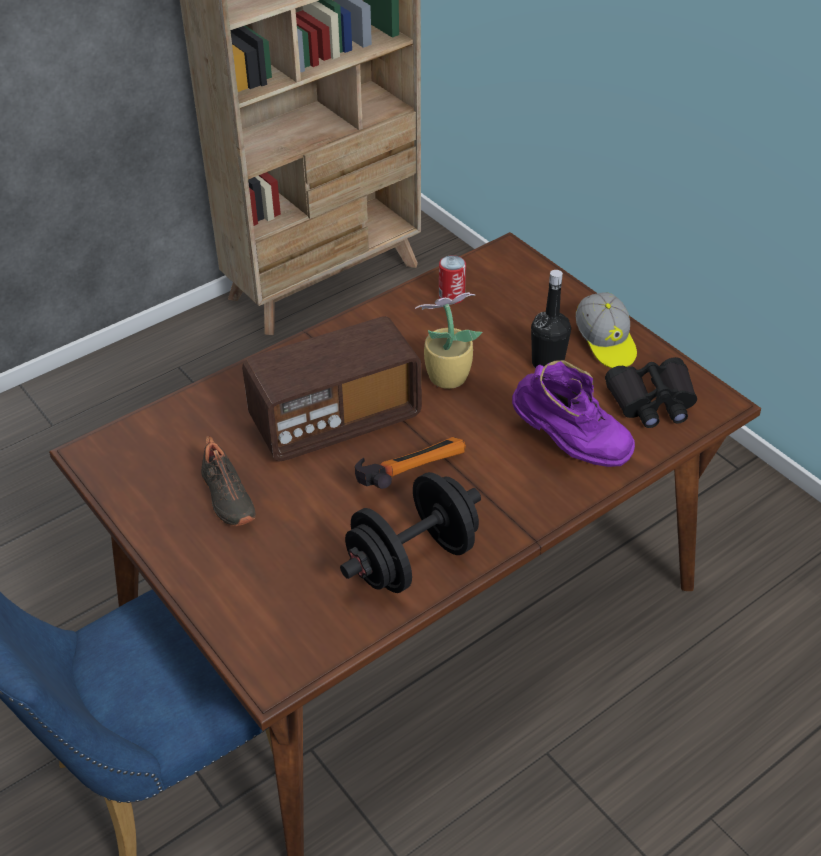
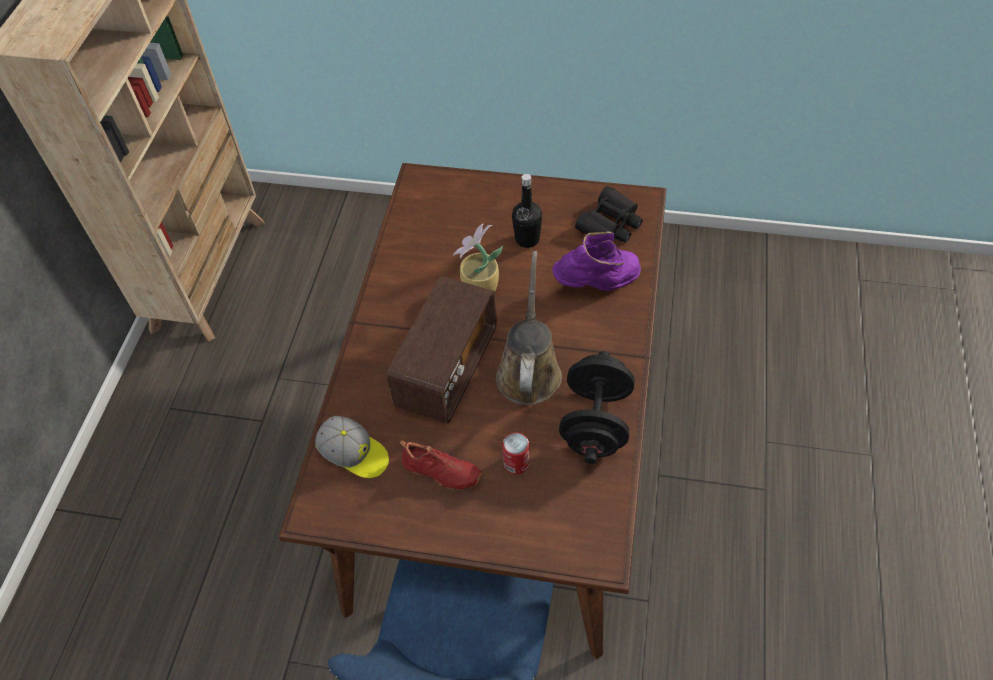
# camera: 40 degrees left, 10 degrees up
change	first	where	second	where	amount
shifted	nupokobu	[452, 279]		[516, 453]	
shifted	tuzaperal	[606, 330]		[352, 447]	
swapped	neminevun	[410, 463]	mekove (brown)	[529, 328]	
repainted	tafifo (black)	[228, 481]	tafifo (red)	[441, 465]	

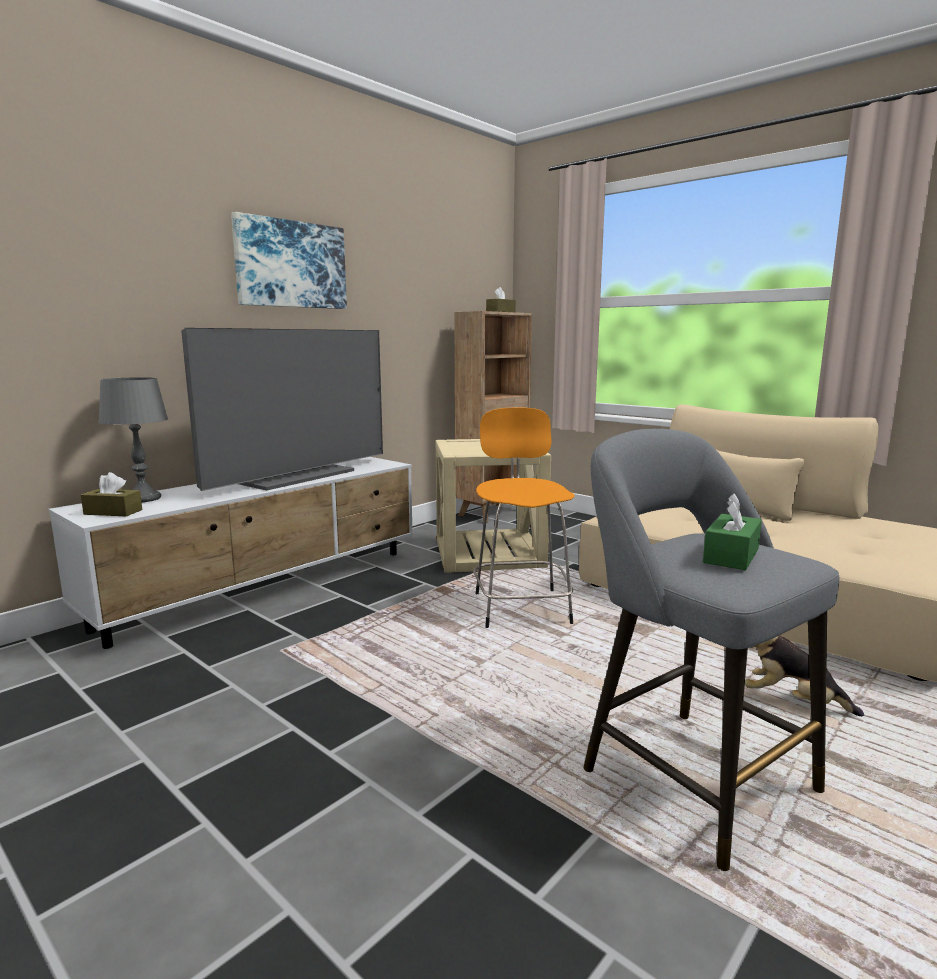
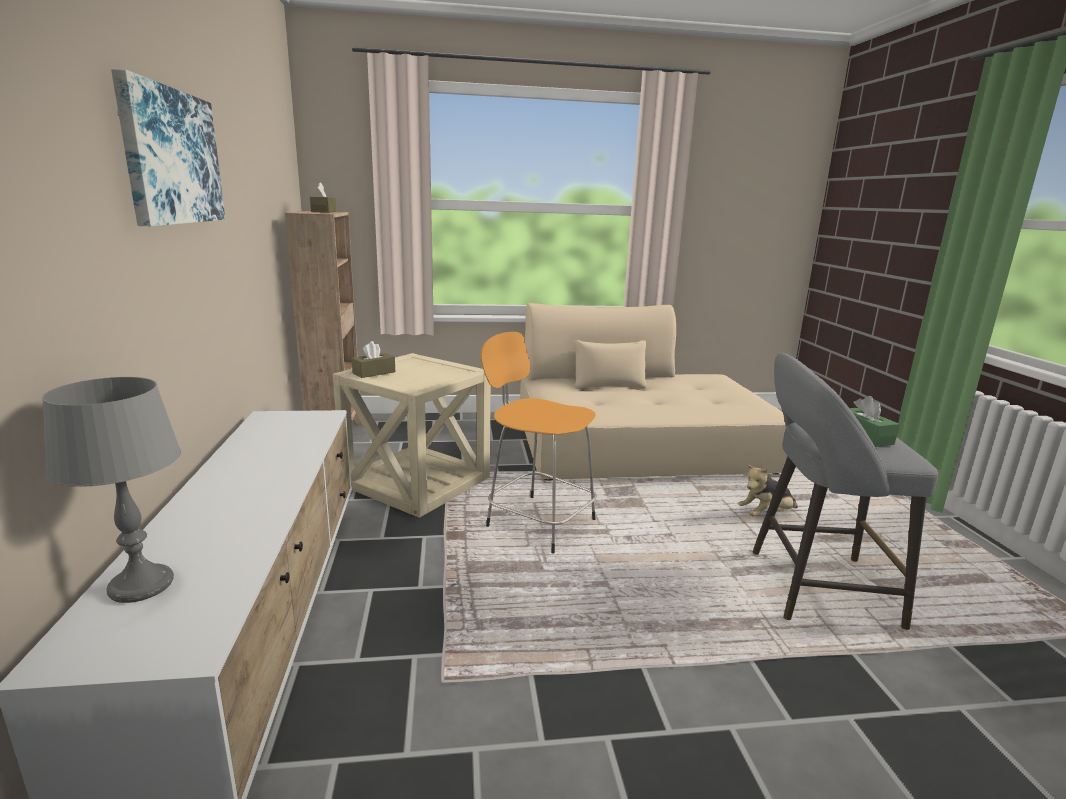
# camera: 50 degrees left, 5 degrees up
change	first	where	second	where	amount
gone	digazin	[282, 409]			
shifted	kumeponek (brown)	[111, 494]		[373, 359]	

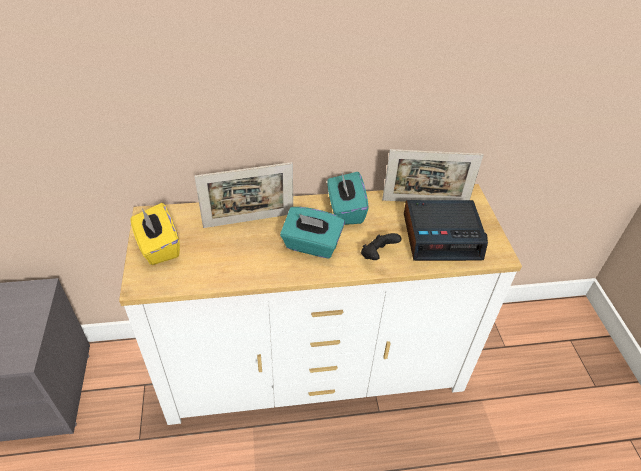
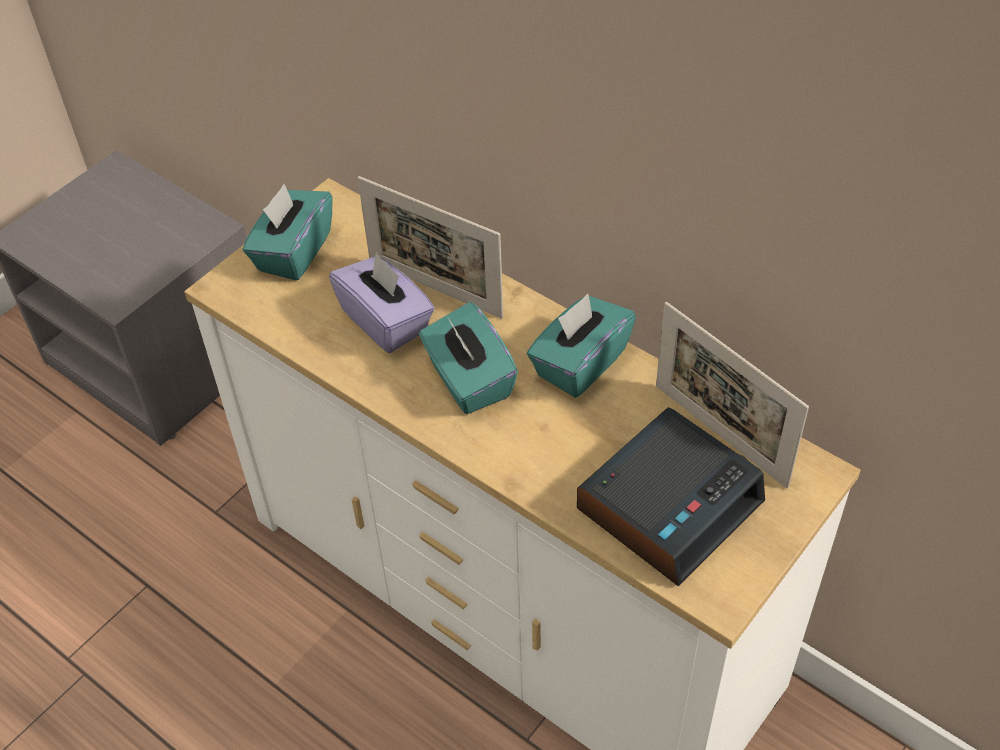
# camera: 50 degrees right, 5 degrees up
change	first	where	second	where	amount
gone	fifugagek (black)	[381, 246]			
new			kumeponek (purple)	[382, 302]	
repainted	kumeponek (yellow)	[155, 234]	kumeponek (turquoise)	[287, 232]	
rotated	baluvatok	[446, 230]		[671, 496]	90 degrees counterclockwise

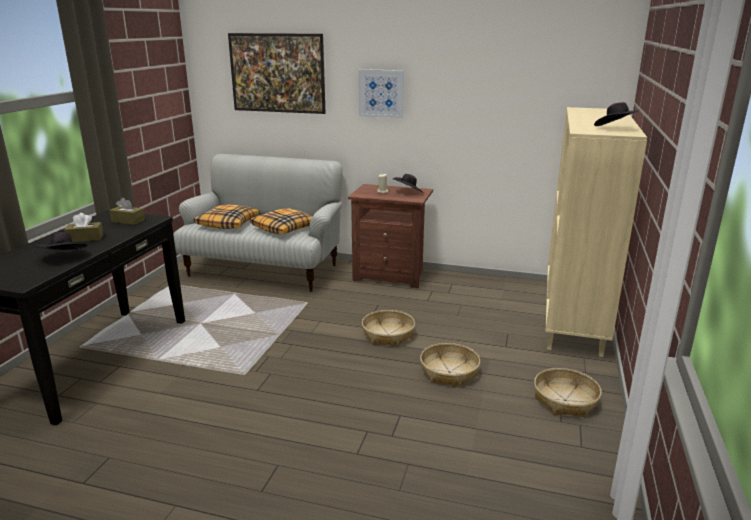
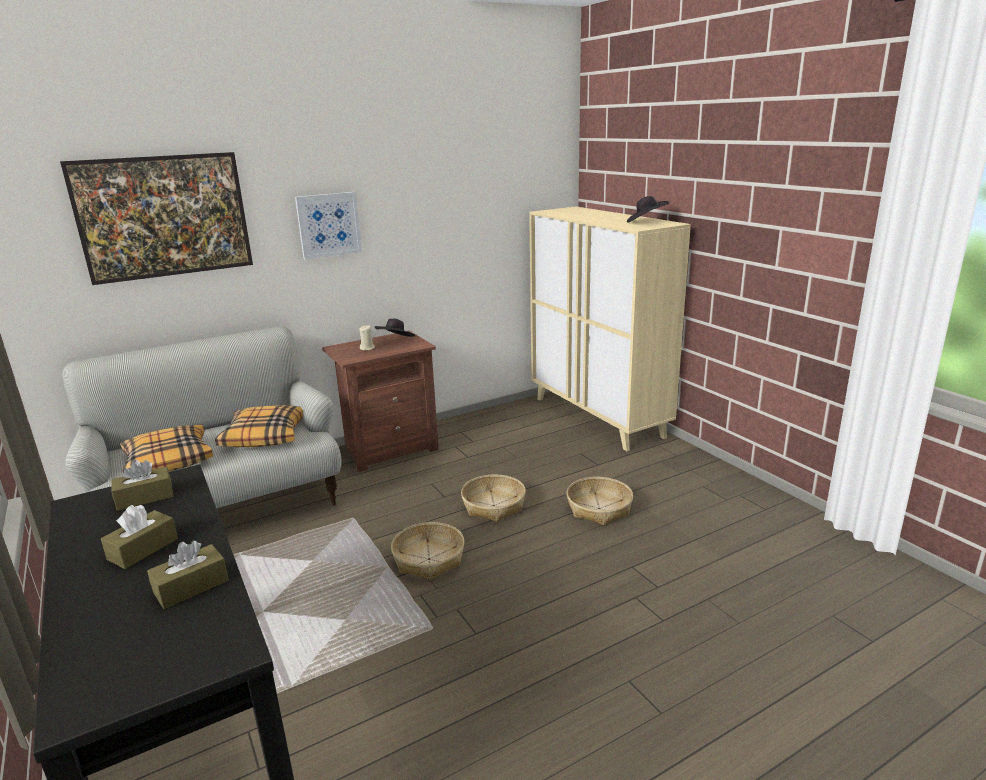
# camera: 45 degrees left, 0 degrees up
change	first	where	second	where	amount
shifted	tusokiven	[568, 392]		[427, 551]	
swapped	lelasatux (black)	[60, 241]	kumeponek (brown)	[188, 575]	

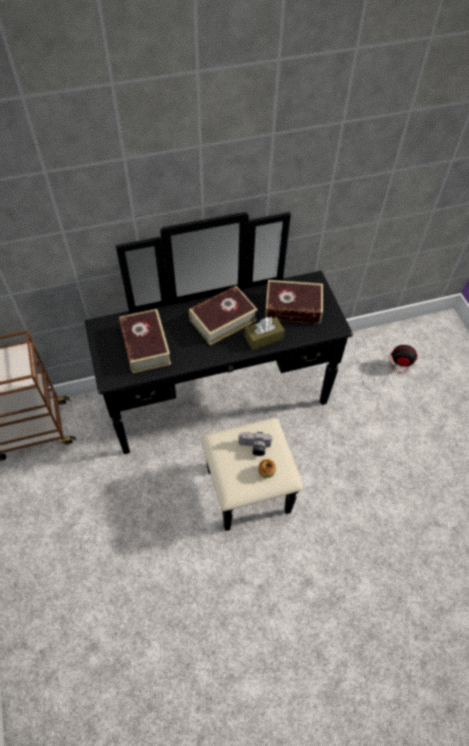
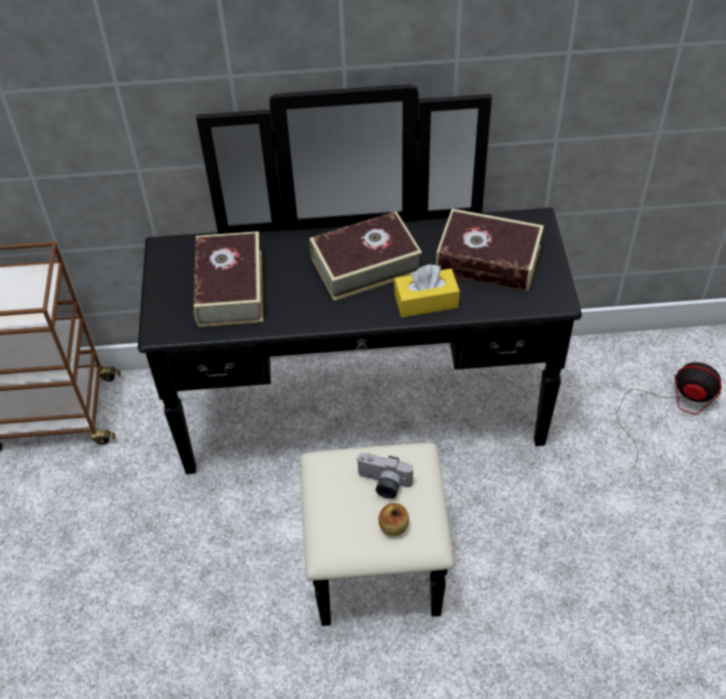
# camera: 15 degrees right, 5 degrees down
change	first	where	second	where	amount
repainted	kumeponek (brown)	[265, 333]	kumeponek (yellow)	[427, 290]	

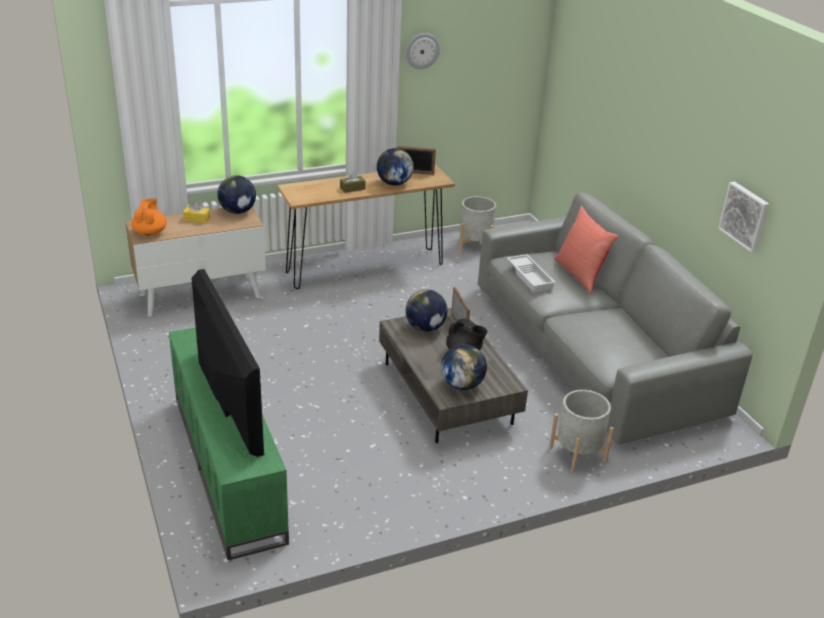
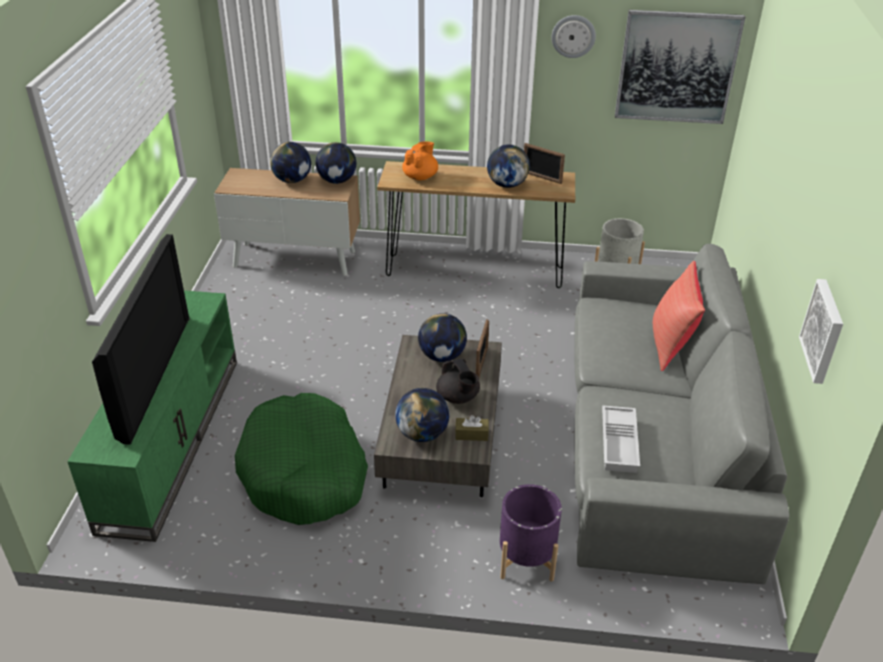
# camera: 30 degrees right, 5 degrees up
change	first	where	second	where	amount
new			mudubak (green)	[301, 459]	
new			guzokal	[680, 67]	
shifted	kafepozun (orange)	[149, 217]		[420, 160]	
shifted	kumeponek (brown)	[353, 182]		[472, 428]	
shifted	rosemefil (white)	[531, 273]		[621, 439]	
swapped	kumeponek (yellow)	[196, 212]	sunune	[290, 162]	
repainted	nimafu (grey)	[581, 431]	nimafu (purple)	[531, 533]	

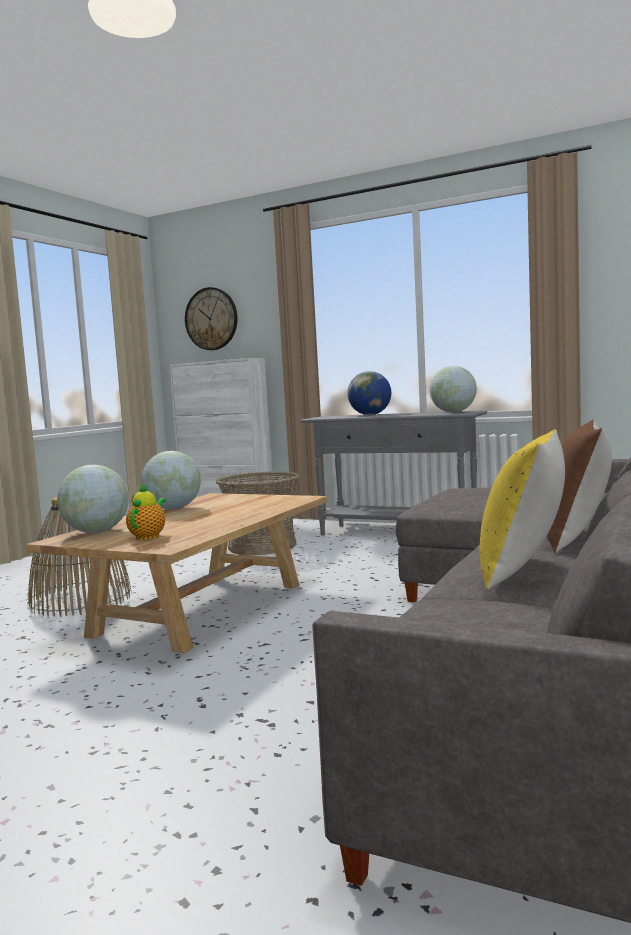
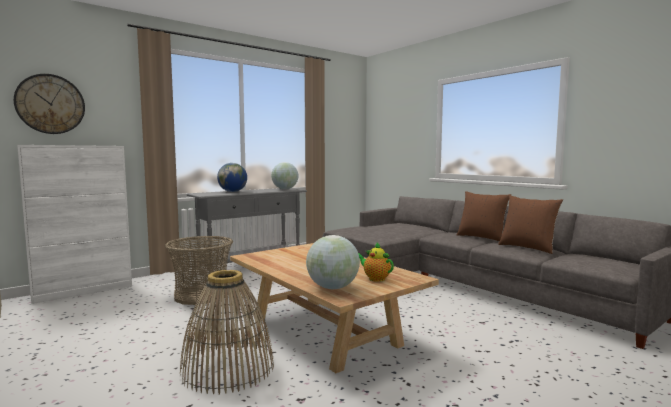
# camera: 65 degrees left, 0 degrees up
change	first	where	second	where	amount
gone	sunune	[171, 480]			
repainted	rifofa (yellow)	[522, 510]	rifofa (brown)	[530, 224]	

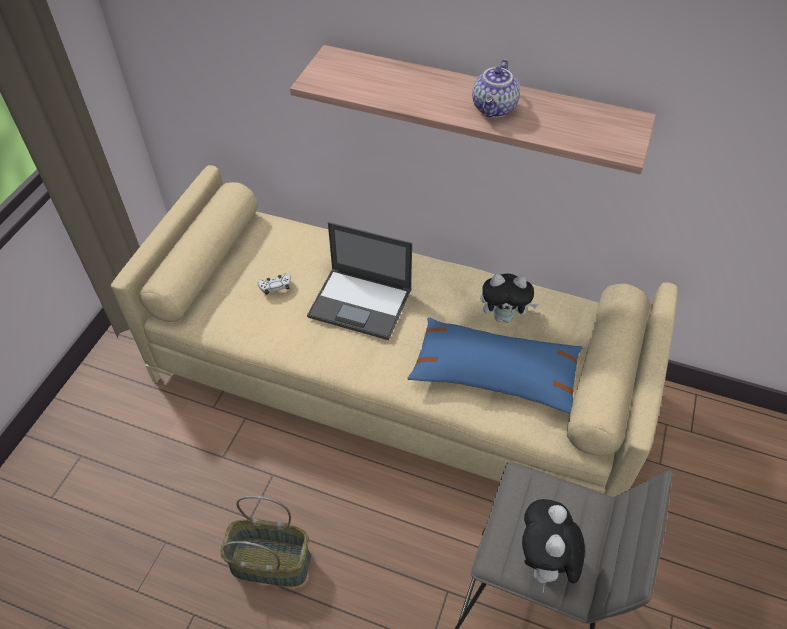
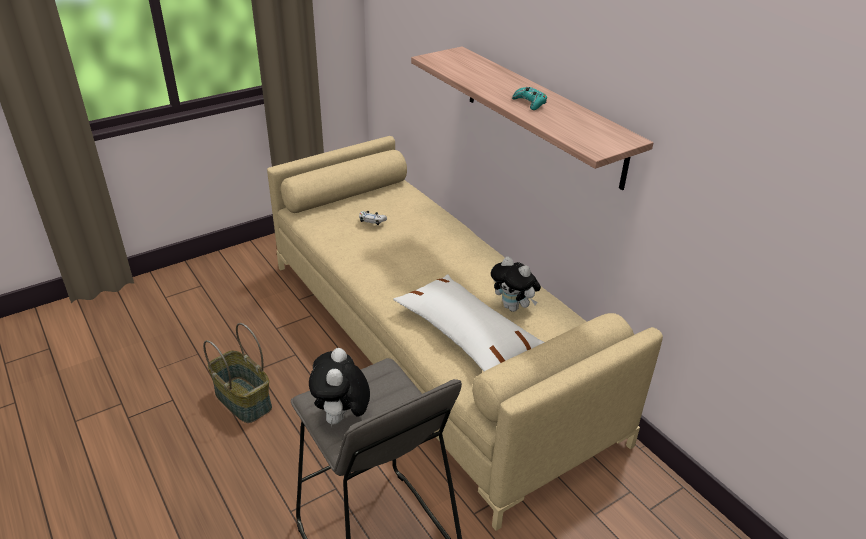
# camera: 35 degrees right, 15 degrees down
change	first	where	second	where	amount
gone	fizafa	[359, 281]			
swapped	kafepozun	[496, 88]	fifugagek (turquoise)	[529, 98]	
repainted	rifofa (blue)	[495, 365]	rifofa (white)	[468, 322]	
rotated	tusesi	[553, 546]		[339, 387]	45 degrees counterclockwise

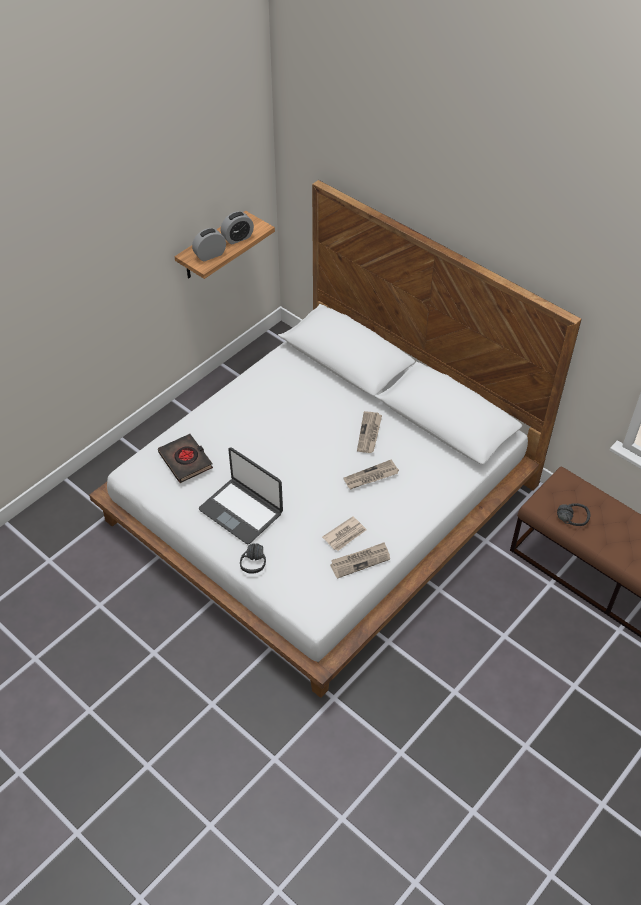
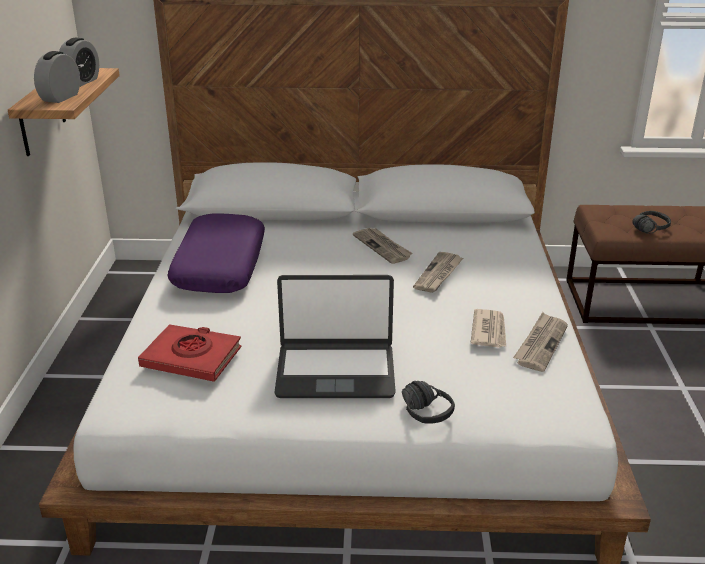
# camera: 40 degrees left, 20 degrees down
change	first	where	second	where	amount
new			rifofa (purple)	[216, 253]	
repainted	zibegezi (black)	[185, 458]	zibegezi (red)	[189, 353]	

